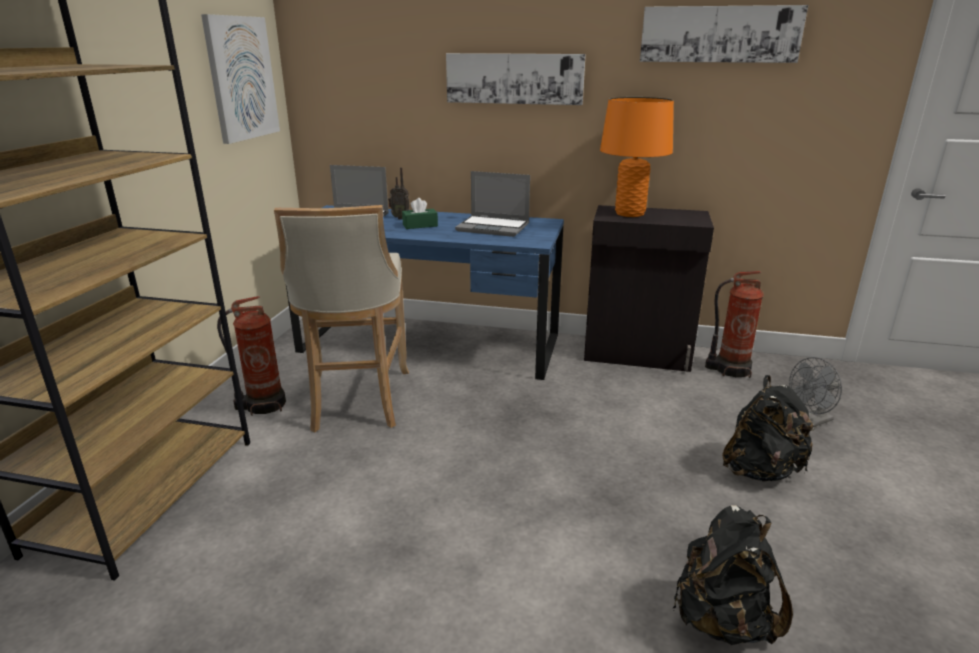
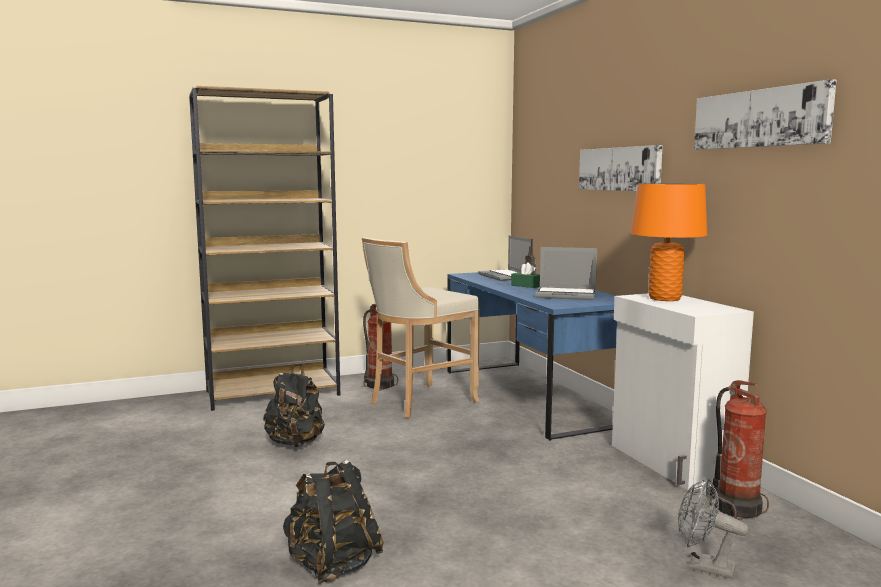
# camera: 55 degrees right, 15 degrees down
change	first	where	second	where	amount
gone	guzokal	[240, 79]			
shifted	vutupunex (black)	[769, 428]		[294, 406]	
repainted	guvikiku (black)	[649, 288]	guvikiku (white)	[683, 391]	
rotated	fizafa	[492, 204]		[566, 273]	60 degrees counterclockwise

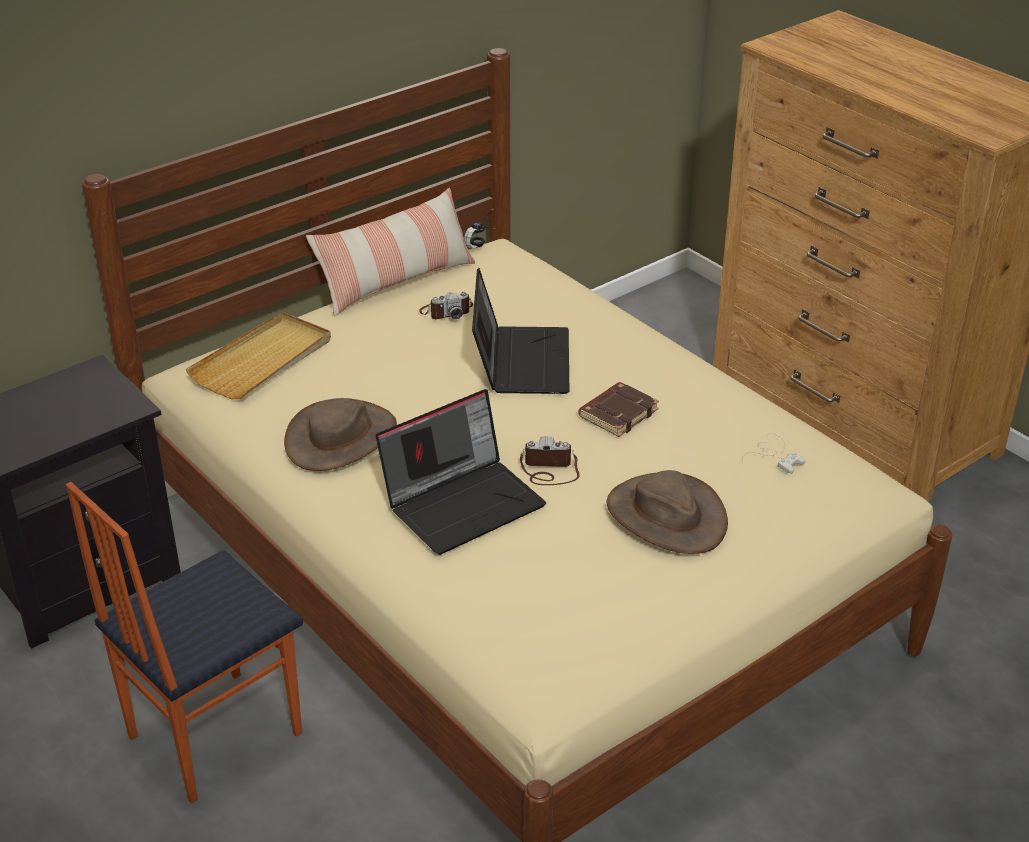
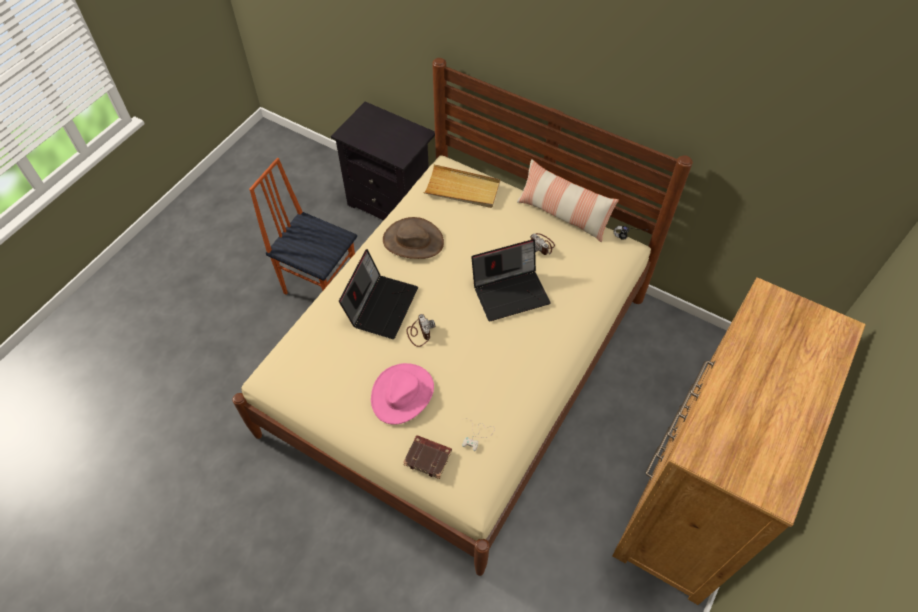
# camera: 70 degrees right, 20 degrees up
change	first	where	second	where	amount
shifted	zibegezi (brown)	[619, 409]		[427, 457]	
repainted	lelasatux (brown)	[667, 512]	lelasatux (pink)	[402, 394]	
rotated	fizafa	[461, 472]		[378, 294]	105 degrees counterclockwise

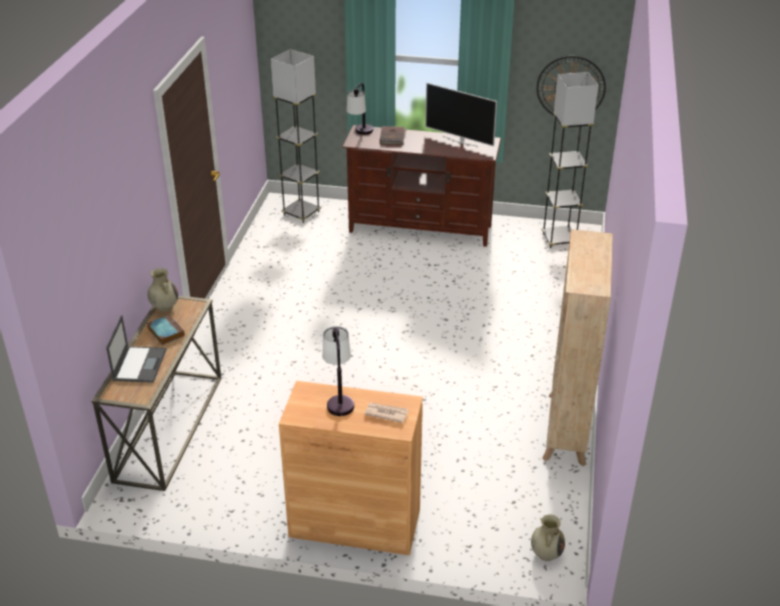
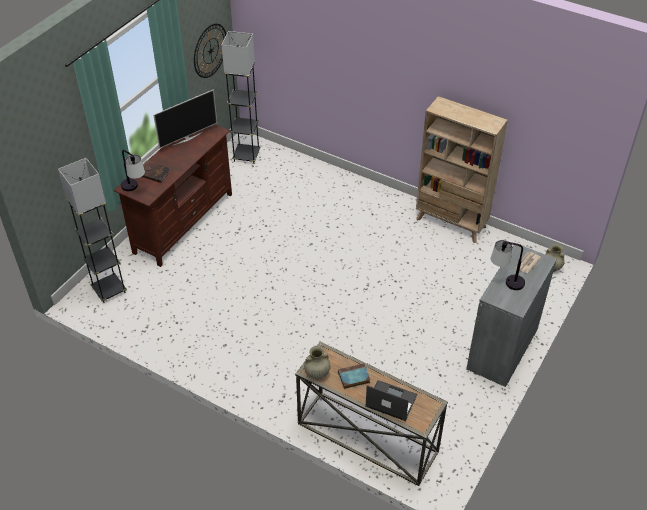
# camera: 70 degrees left, 10 degrees up
change	first	where	second	where	amount
repainted	guvikiku (brown)	[351, 468]	guvikiku (grey)	[511, 316]	

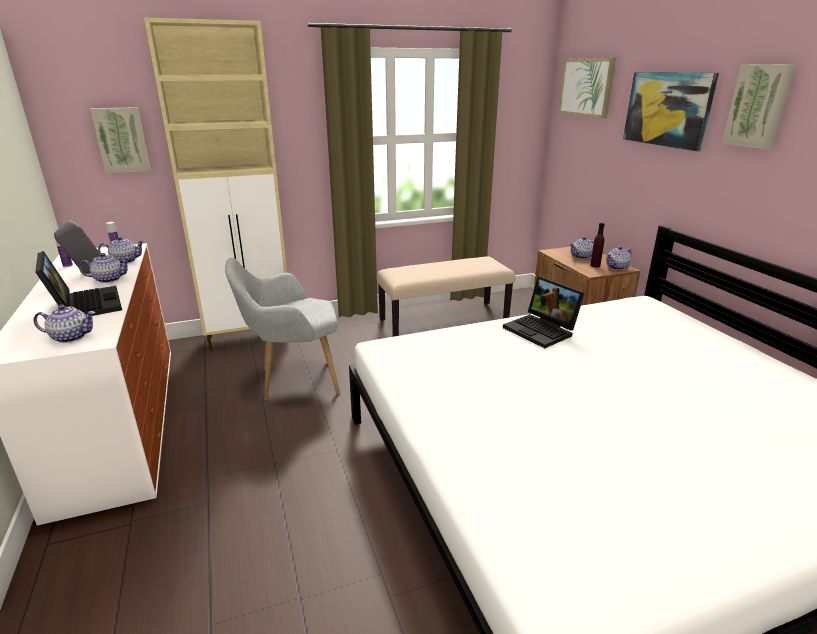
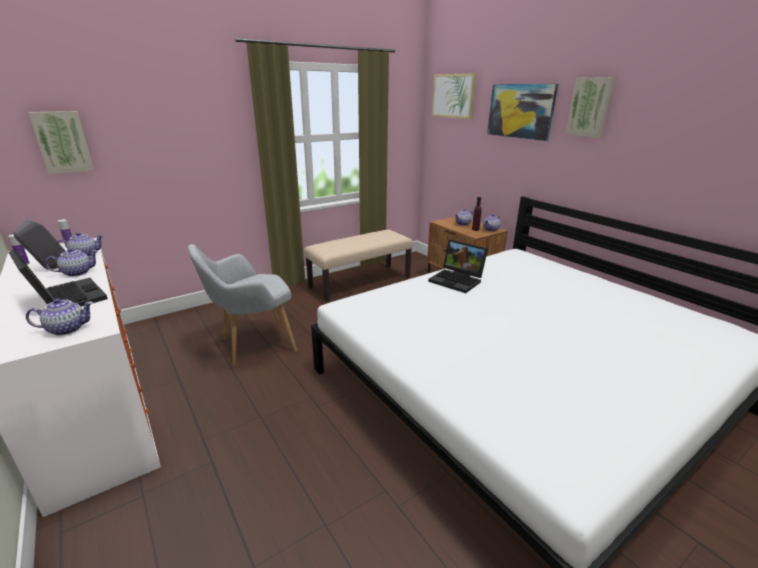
# camera: 15 degrees left, 0 degrees up
change	first	where	second	where	amount
gone	guvikiku (beige)	[215, 184]			

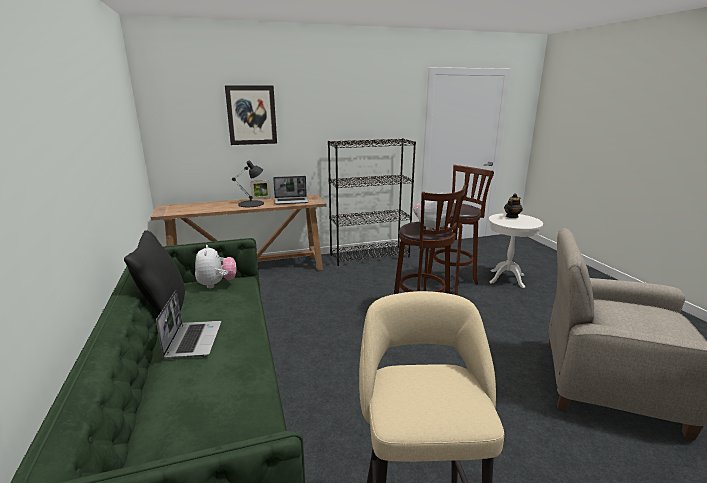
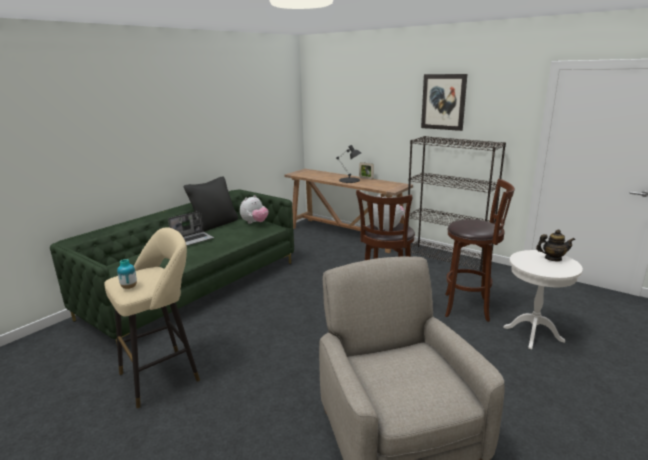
# camera: 55 degrees right, 0 degrees up
change	first	where	second	where	amount
gone	fizafa	[291, 190]			
new			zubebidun	[127, 274]	
shifted	guzokal	[251, 115]		[444, 102]	

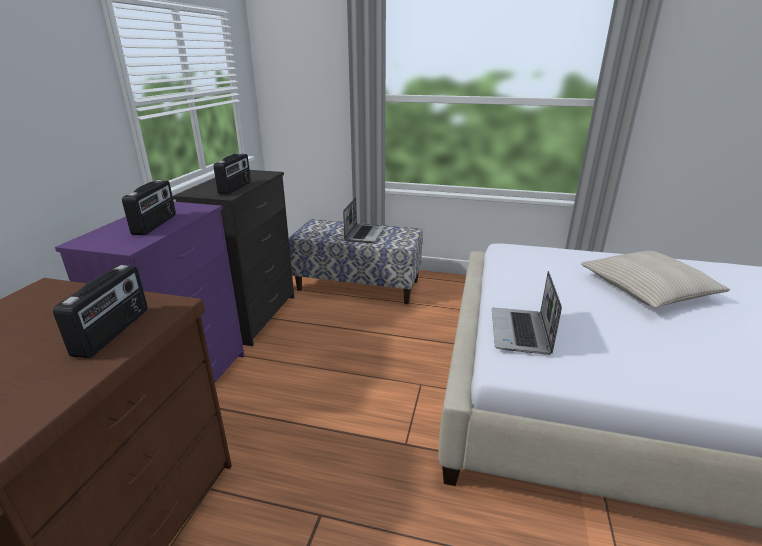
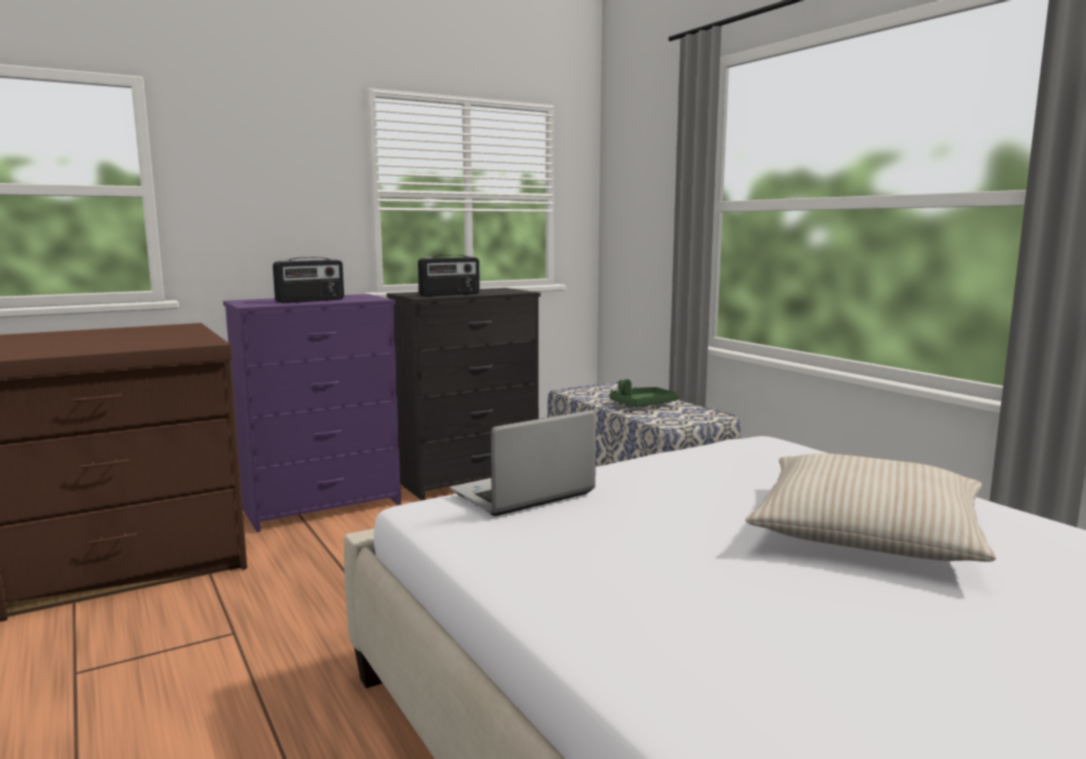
# camera: 45 degrees right, 15 degrees down
change	first	where	second	where	amount
gone	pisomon	[100, 311]			
swapped	fizafa	[363, 220]	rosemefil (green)	[644, 393]	

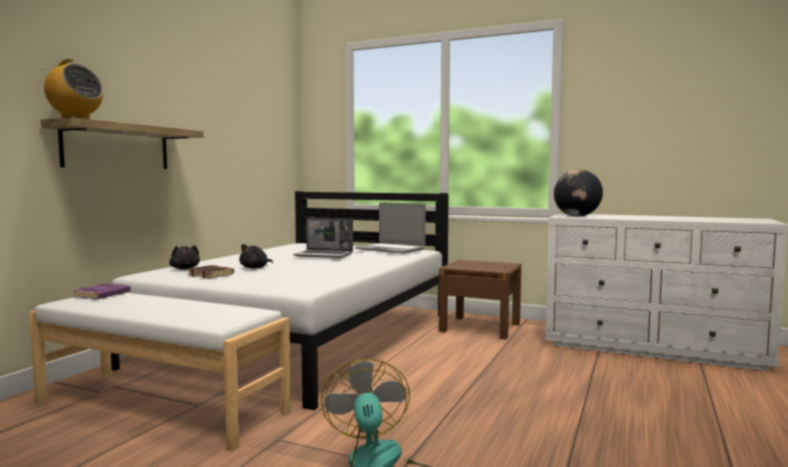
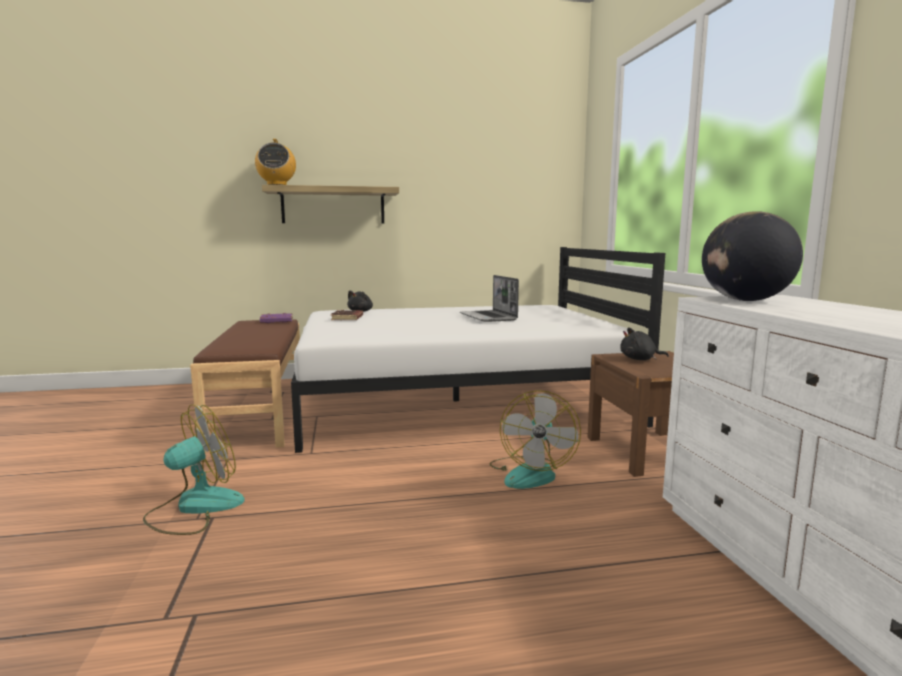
# camera: 55 degrees right, 5 degrees up
change	first	where	second	where	amount
gone	fizafa	[390, 227]			
new			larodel	[535, 439]	
shifted	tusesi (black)	[256, 256]		[644, 344]	
repainted	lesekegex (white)	[160, 372]	lesekegex (brown)	[245, 386]	

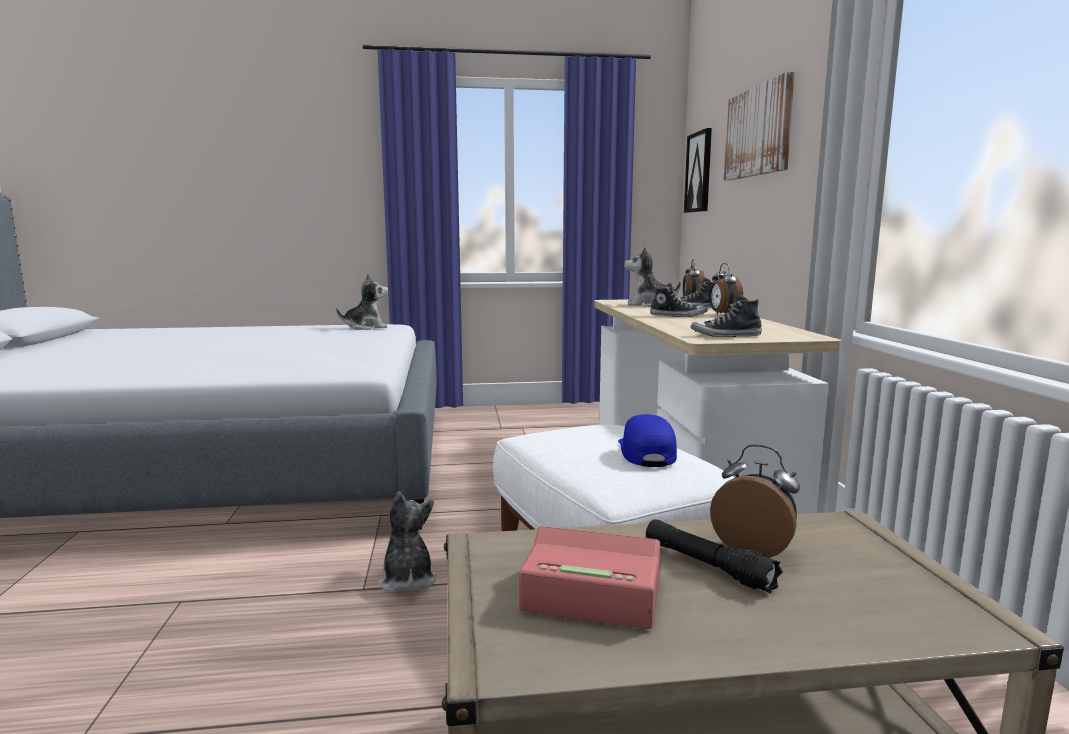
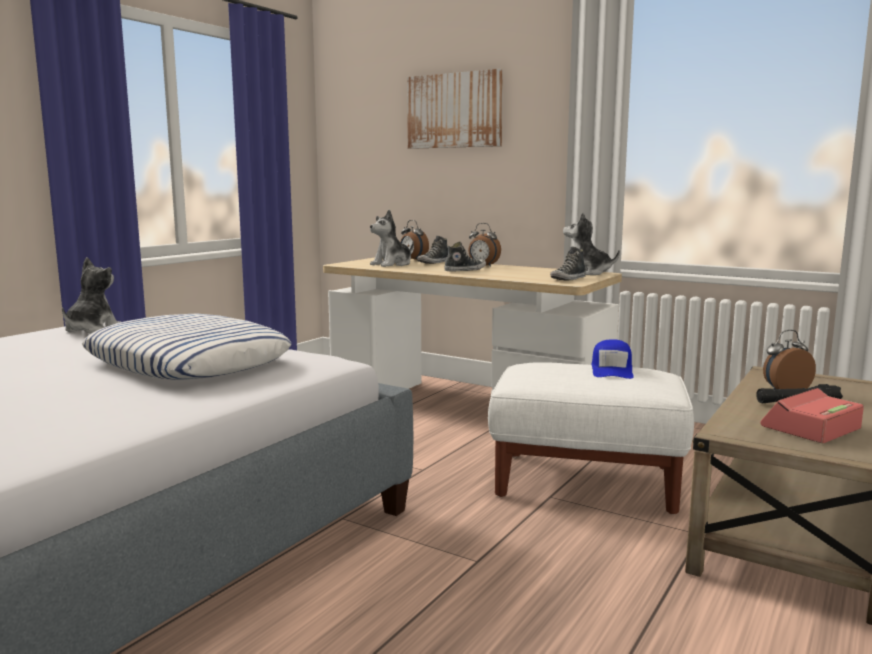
# camera: 50 degrees left, 0 degrees up
change	first	where	second	where	amount
gone	guzokal	[698, 170]			
new			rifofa	[187, 346]	
shifted	tusesi	[408, 542]		[591, 243]	
rotated	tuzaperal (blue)	[647, 440]		[613, 359]	120 degrees counterclockwise

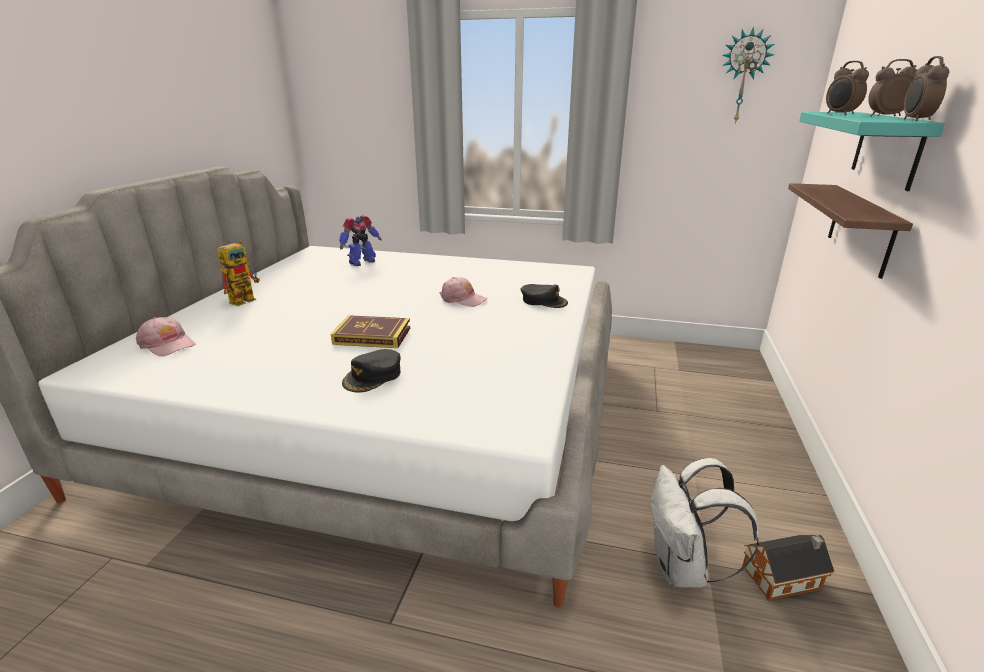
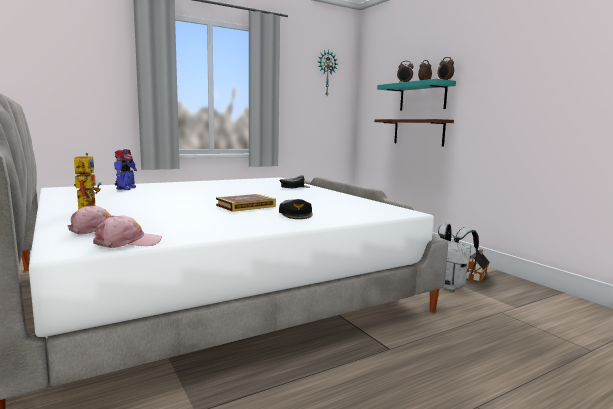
# camera: 45 degrees left, 15 degrees down
change	first	where	second	where	amount
shifted	tuzaperal (pink)	[463, 292]		[127, 231]	

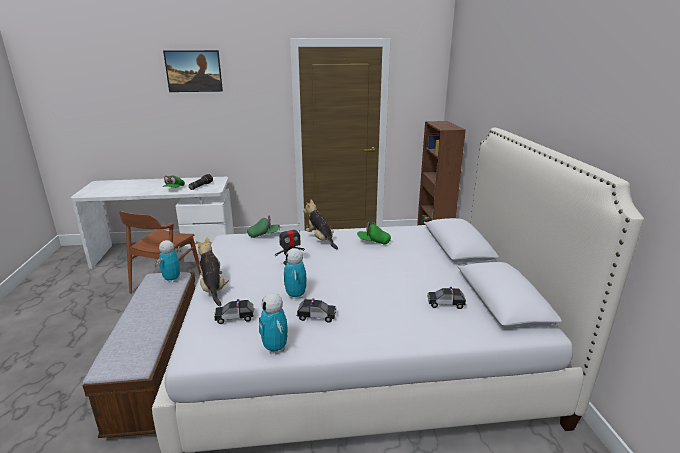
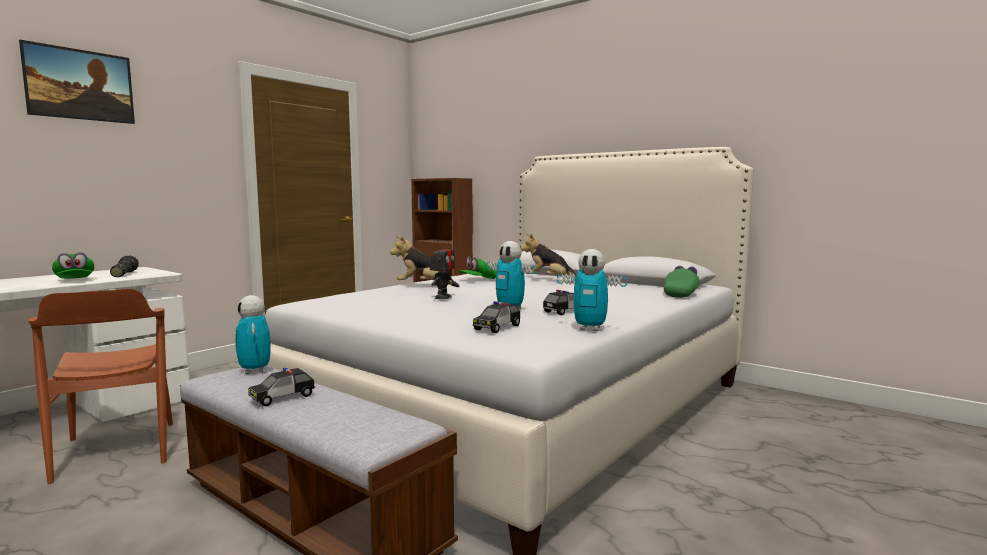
# camera: 45 degrees left, 15 degrees down
change	first	where	second	where	amount
shifted	tusesi	[212, 271]		[548, 255]	
shifted	tuzaperal (green)	[263, 227]		[682, 282]	
shifted	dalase	[446, 298]		[282, 387]	

